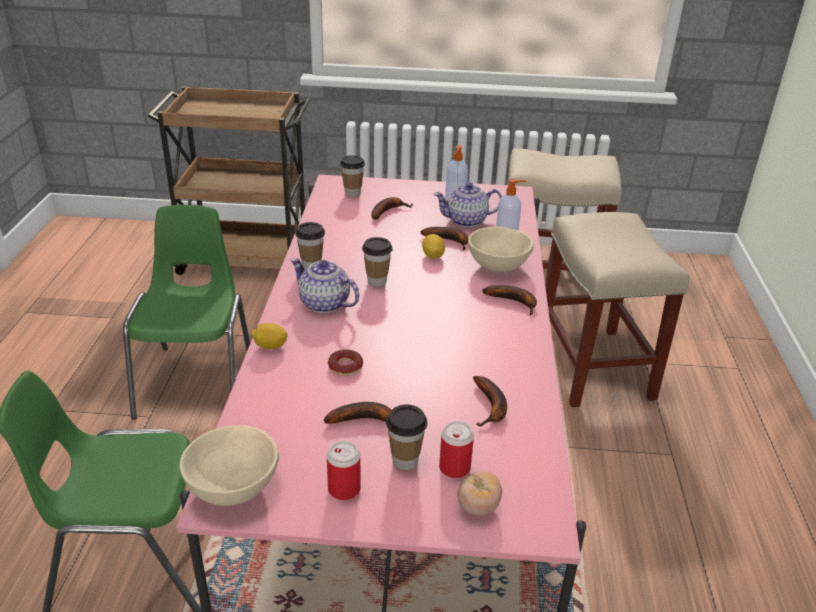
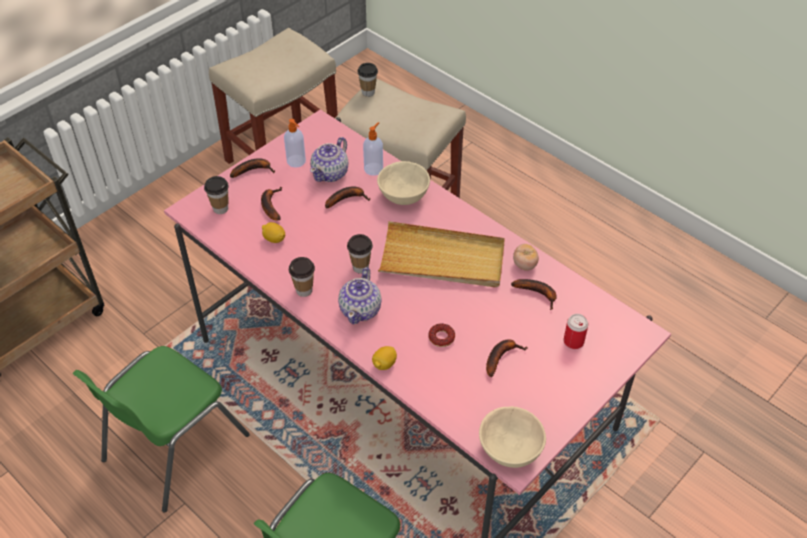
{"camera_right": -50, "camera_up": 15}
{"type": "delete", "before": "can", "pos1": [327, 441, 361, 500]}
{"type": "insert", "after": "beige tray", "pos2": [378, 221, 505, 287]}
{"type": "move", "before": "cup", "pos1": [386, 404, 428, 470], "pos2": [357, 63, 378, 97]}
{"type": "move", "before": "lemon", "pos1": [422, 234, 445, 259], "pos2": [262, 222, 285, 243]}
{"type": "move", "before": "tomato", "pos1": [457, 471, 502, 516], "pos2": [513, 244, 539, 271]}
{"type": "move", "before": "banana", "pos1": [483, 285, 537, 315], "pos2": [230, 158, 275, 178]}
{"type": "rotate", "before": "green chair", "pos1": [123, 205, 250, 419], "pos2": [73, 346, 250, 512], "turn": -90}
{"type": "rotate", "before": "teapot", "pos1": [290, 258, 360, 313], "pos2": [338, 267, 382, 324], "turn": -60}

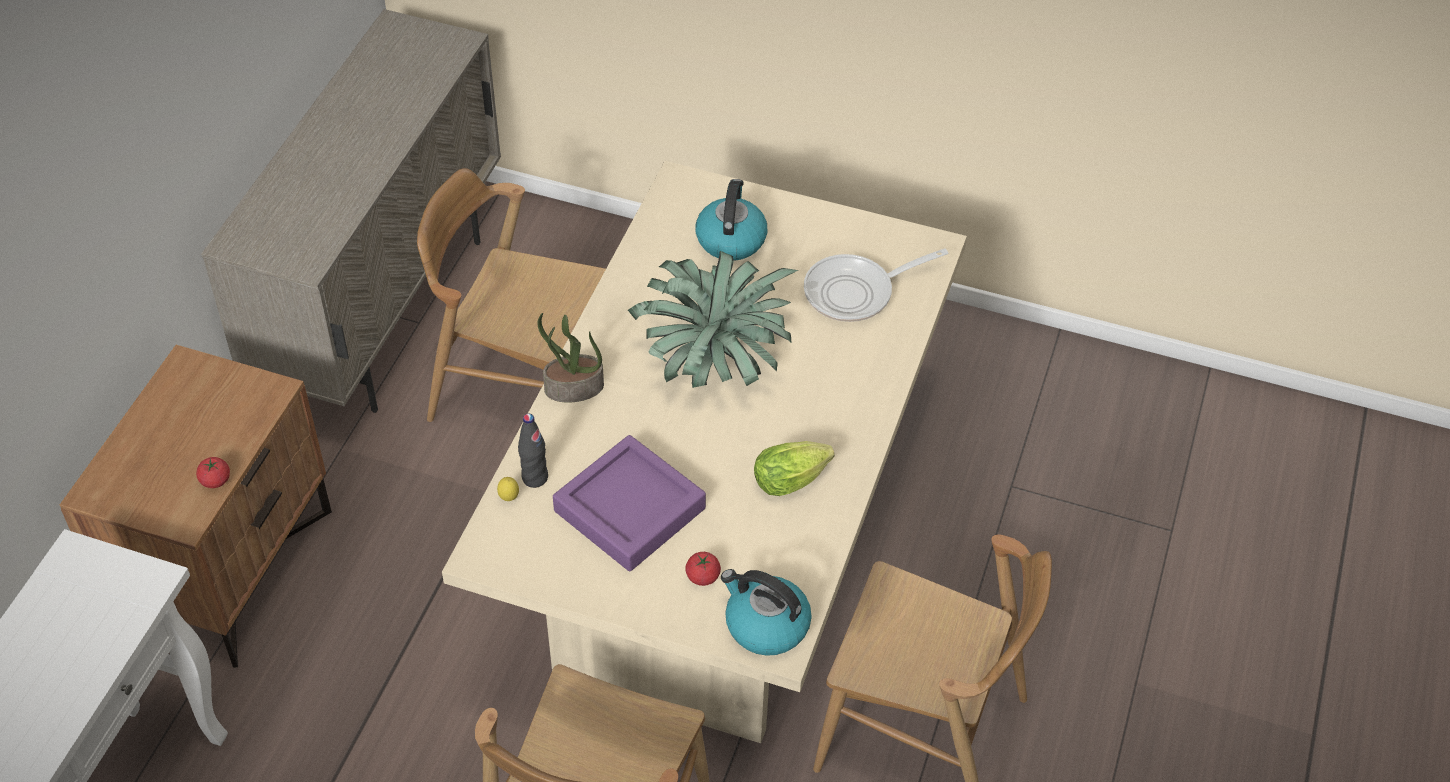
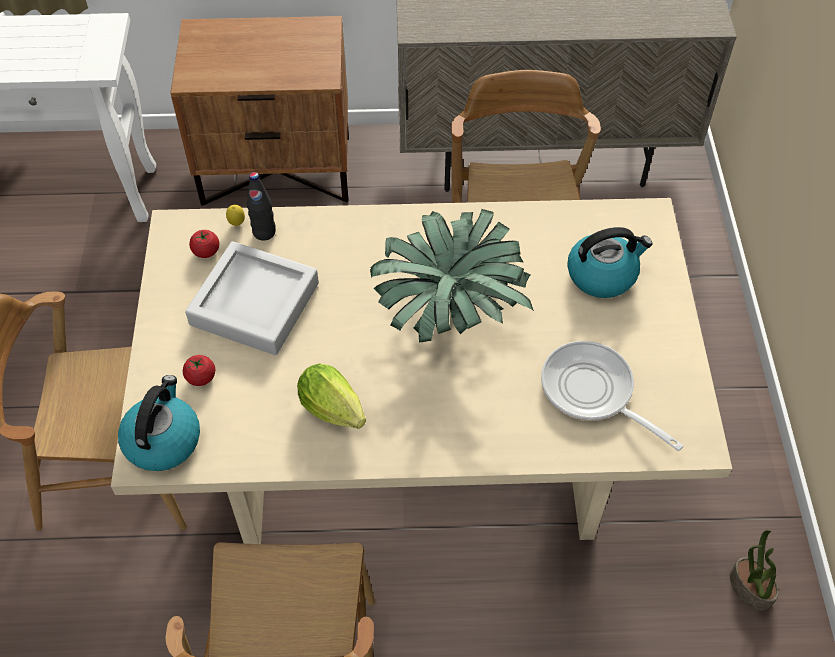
{"camera_right": 70, "camera_up": 5}
{"type": "move", "before": "tomato", "pos1": [196, 457, 230, 488], "pos2": [189, 230, 219, 258]}
{"type": "move", "before": "potted plant", "pos1": [537, 313, 604, 403], "pos2": [730, 530, 779, 611]}
{"type": "recolor", "before": "purple tray", "after": "grey tray", "pos1": [553, 435, 706, 572], "pos2": [185, 241, 319, 355]}

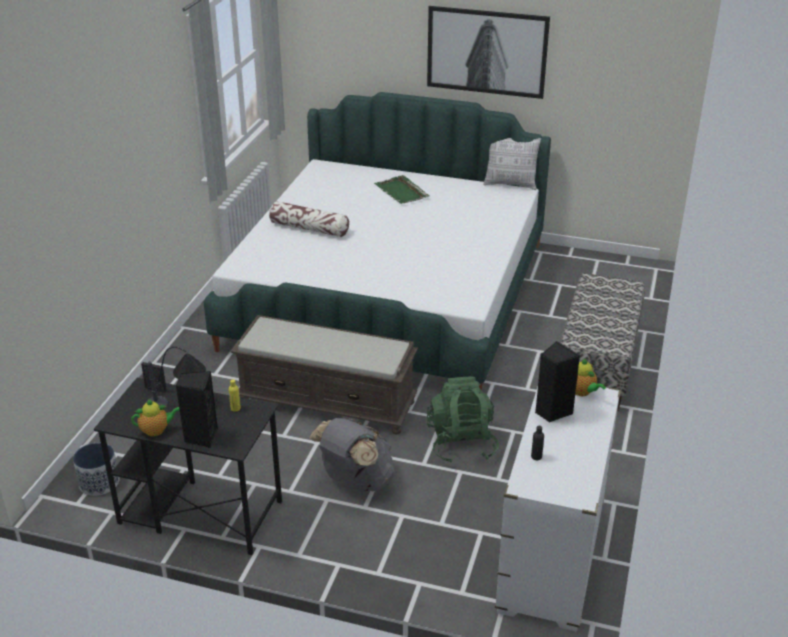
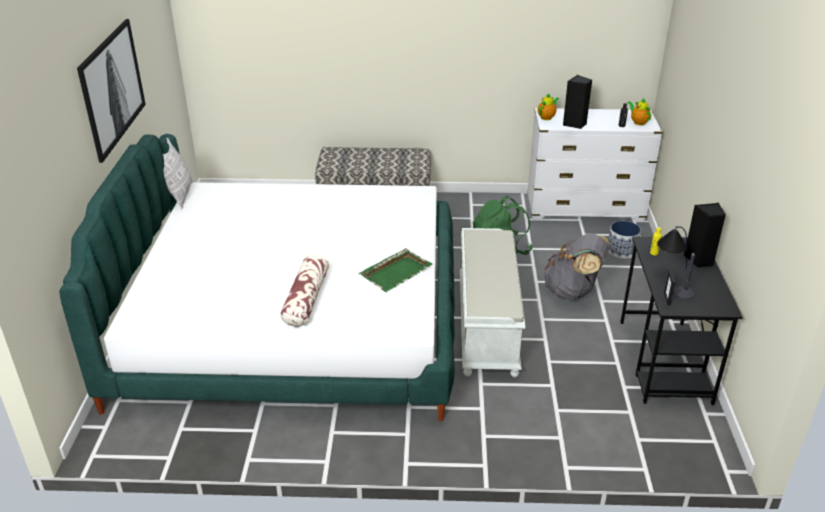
{"camera_right": -105, "camera_up": 0}
{"type": "move", "before": "planter", "pos1": [73, 443, 120, 496], "pos2": [608, 221, 641, 259]}
{"type": "move", "before": "teapot", "pos1": [131, 399, 180, 437], "pos2": [628, 98, 651, 126]}
{"type": "move", "before": "green tray", "pos1": [374, 175, 430, 204], "pos2": [359, 248, 432, 292]}
{"type": "recolor", "before": "brown bench", "after": "white bench", "pos1": [231, 315, 418, 435], "pos2": [460, 228, 526, 377]}

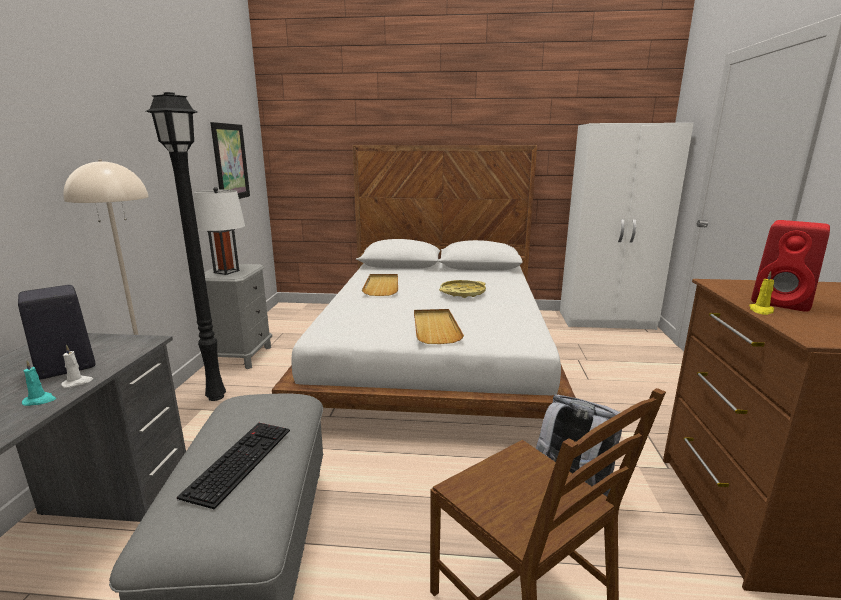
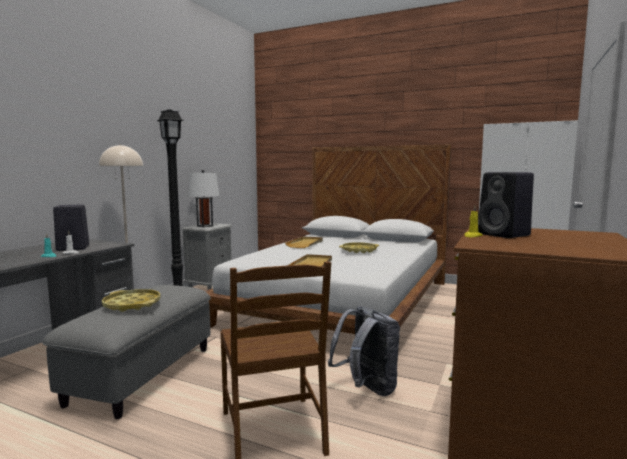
{"camera_right": 20, "camera_up": -10}
{"type": "delete", "before": "picture", "pos1": [210, 122, 250, 199]}
{"type": "replace", "before": "keyboard", "after": "yellow tray", "pos1": [177, 423, 290, 510], "pos2": [102, 289, 161, 312]}
{"type": "recolor", "before": "red speaker", "after": "black speaker", "pos1": [751, 220, 830, 312], "pos2": [478, 172, 534, 238]}

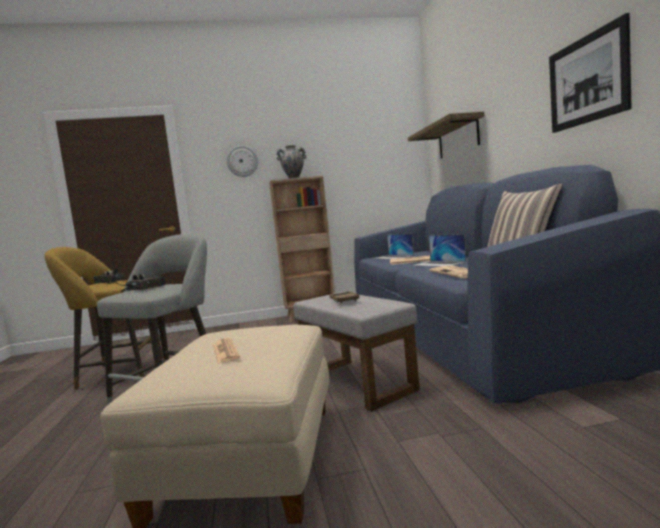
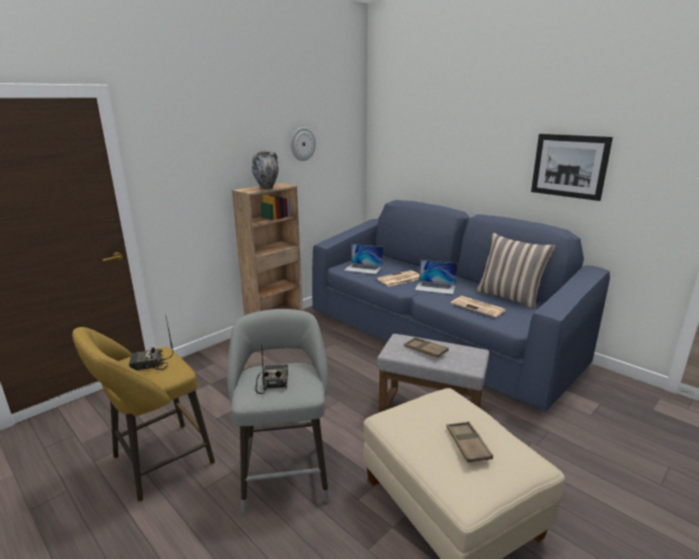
{"camera_right": -35, "camera_up": 15}
{"type": "delete", "before": "shelf", "pos1": [408, 112, 484, 158]}
{"type": "move", "before": "wall clock", "pos1": [227, 145, 258, 177], "pos2": [291, 127, 316, 161]}
{"type": "replace", "before": "newspaper", "after": "brown tray", "pos1": [213, 338, 240, 363], "pos2": [446, 421, 493, 463]}

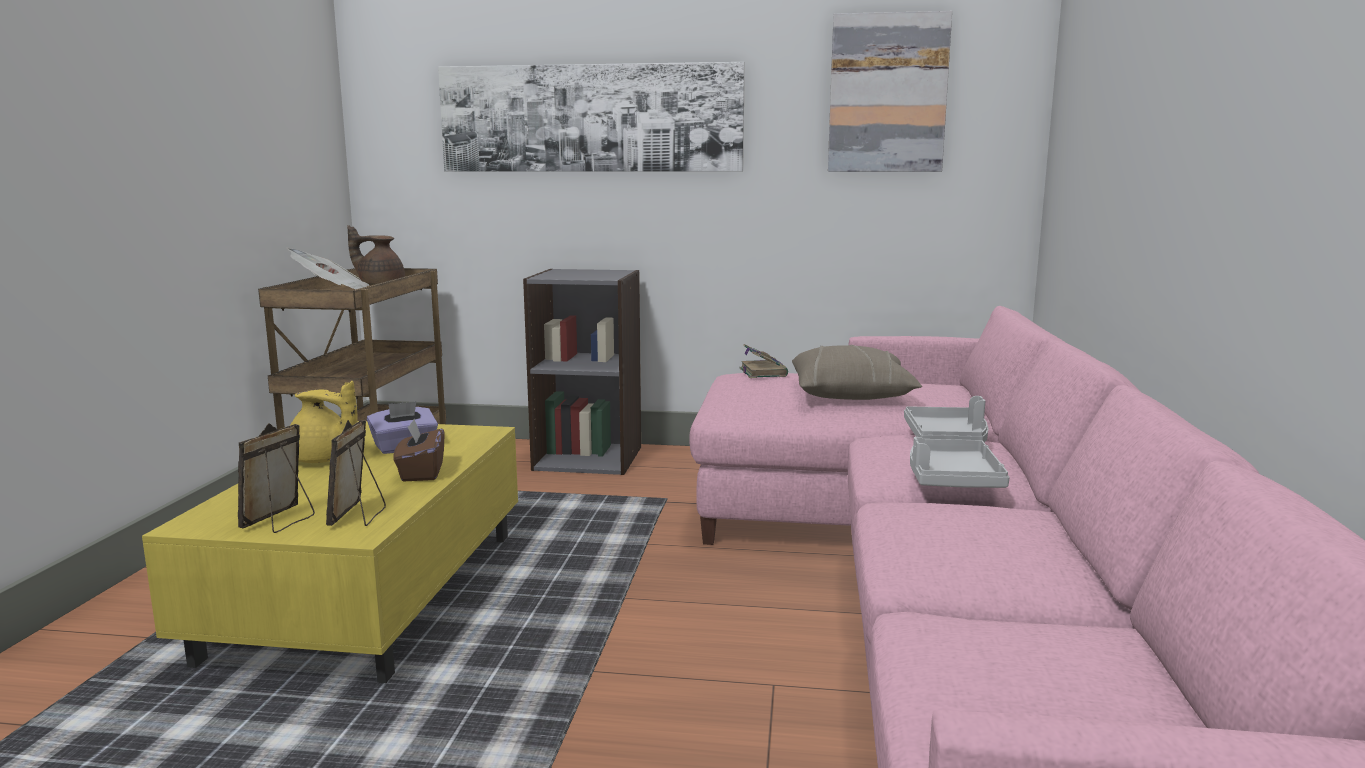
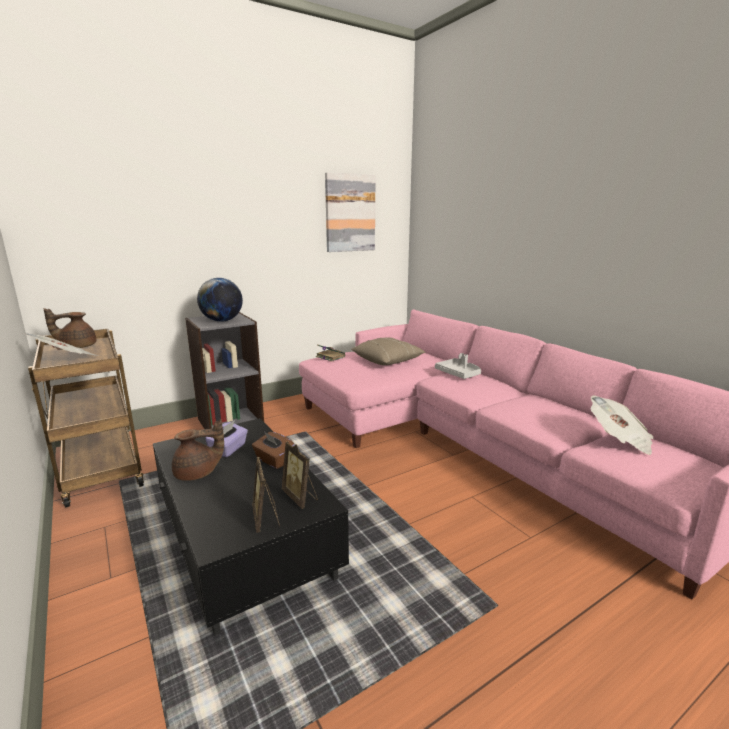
{"camera_right": -40, "camera_up": 5}
{"type": "delete", "before": "picture", "pos1": [438, 62, 745, 172]}
{"type": "delete", "before": "grey tray", "pos1": [910, 437, 1010, 488]}
{"type": "insert", "after": "globe", "pos2": [197, 278, 243, 322]}
{"type": "insert", "after": "newspaper", "pos2": [590, 395, 654, 455]}
{"type": "recolor", "before": "yellow coffee table", "after": "black coffee table", "pos1": [142, 421, 518, 683], "pos2": [153, 418, 349, 636]}
{"type": "recolor", "before": "yellow teapot", "after": "brown teapot", "pos1": [291, 381, 358, 463], "pos2": [172, 419, 224, 481]}

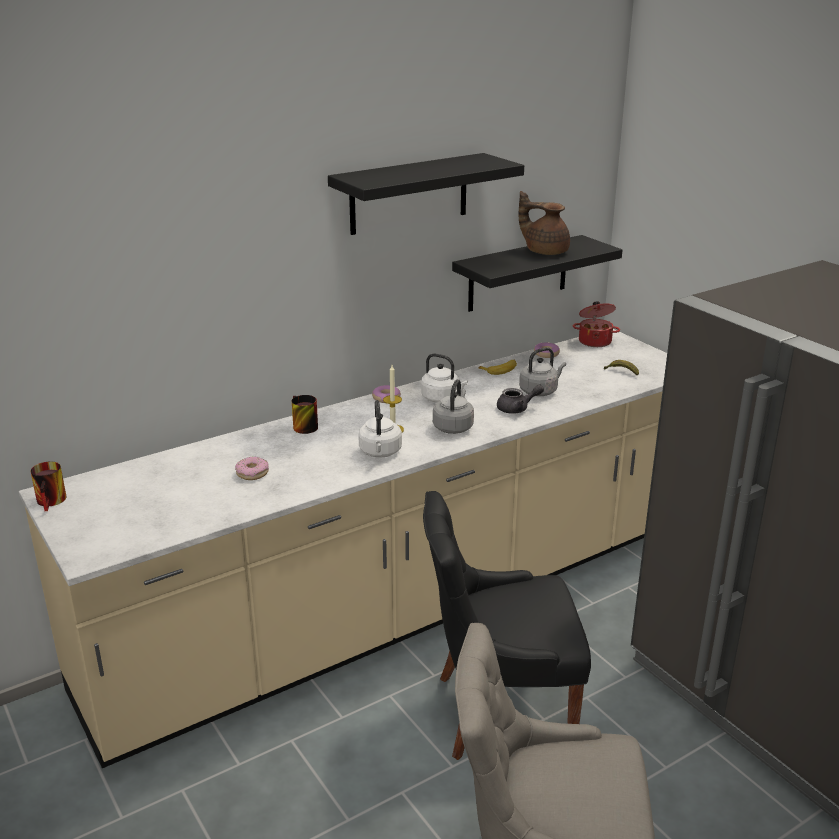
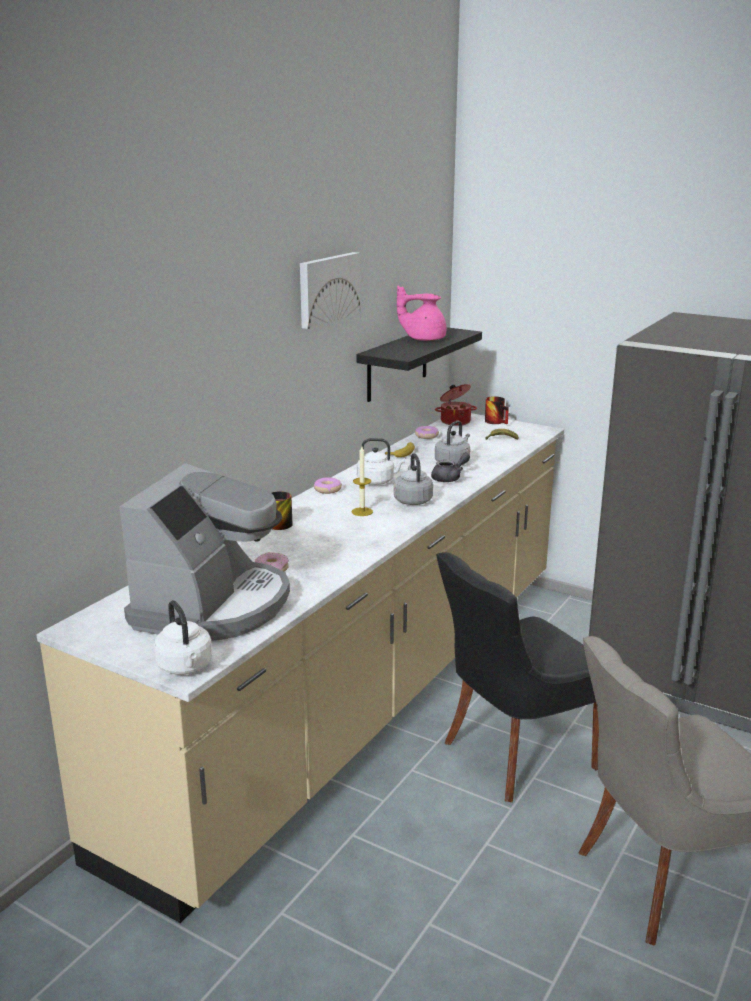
{"camera_right": -25, "camera_up": -5}
{"type": "insert", "after": "coffee machine", "pos2": [119, 463, 290, 641]}
{"type": "move", "before": "mug", "pos1": [31, 462, 66, 511], "pos2": [485, 396, 509, 424]}
{"type": "move", "before": "white kettle", "pos1": [358, 400, 402, 458], "pos2": [154, 600, 212, 675]}
{"type": "replace", "before": "black shelf", "after": "picture", "pos1": [328, 153, 524, 235], "pos2": [300, 252, 360, 329]}
{"type": "recolor", "before": "brown teapot", "after": "pink teapot", "pos1": [519, 191, 570, 255], "pos2": [397, 285, 446, 341]}

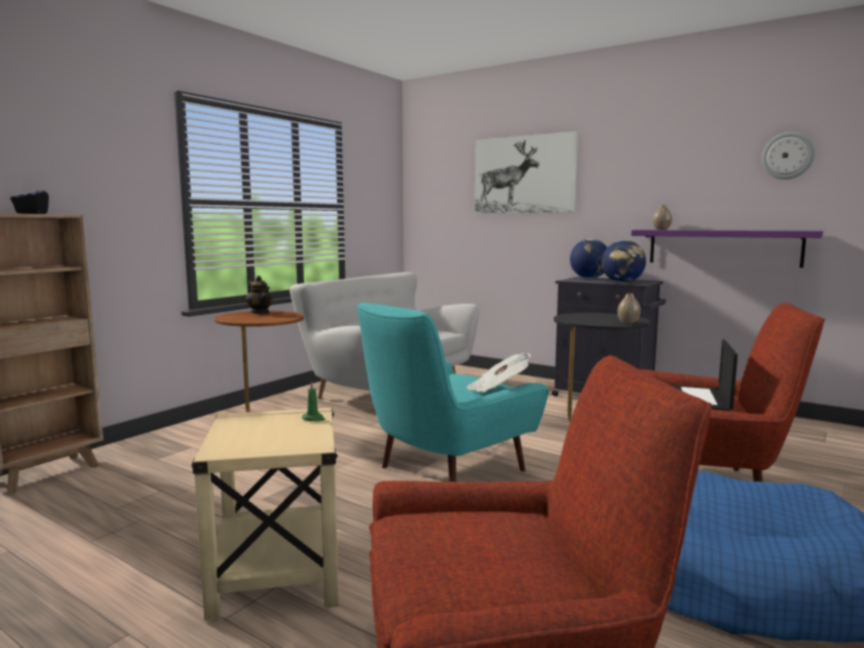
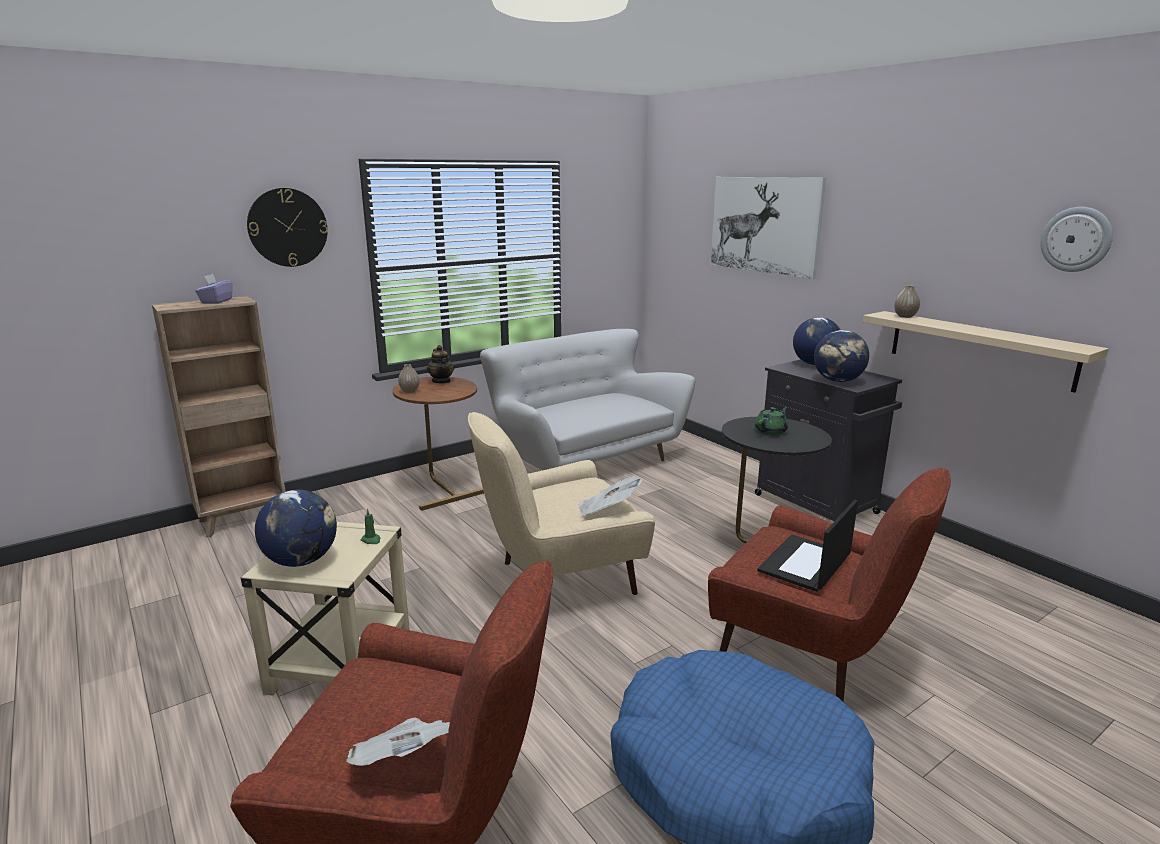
{"camera_right": 20, "camera_up": 10}
{"type": "insert", "after": "wall clock", "pos2": [247, 188, 328, 267]}
{"type": "insert", "after": "globe", "pos2": [255, 490, 337, 567]}
{"type": "insert", "after": "newspaper", "pos2": [346, 717, 450, 766]}
{"type": "insert", "after": "green teapot", "pos2": [755, 407, 788, 435]}
{"type": "move", "before": "vase", "pos1": [618, 293, 641, 324], "pos2": [398, 364, 420, 393]}
{"type": "recolor", "before": "black tissue box", "after": "purple tissue box", "pos1": [10, 183, 49, 214], "pos2": [195, 274, 232, 304]}
{"type": "recolor", "before": "turquoise armchair", "after": "beige armchair", "pos1": [357, 303, 549, 482], "pos2": [468, 412, 655, 595]}
{"type": "recolor", "before": "purple shelf", "after": "beige shelf", "pos1": [631, 230, 823, 268], "pos2": [863, 311, 1109, 393]}

